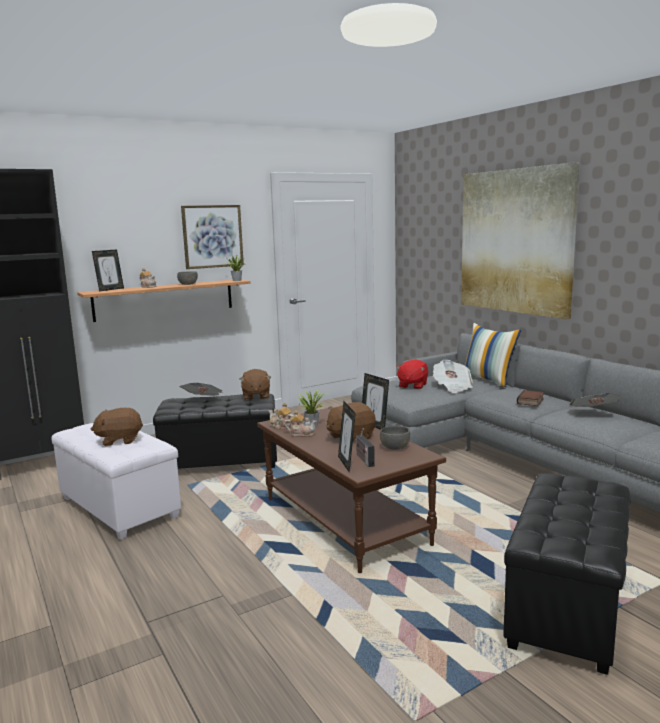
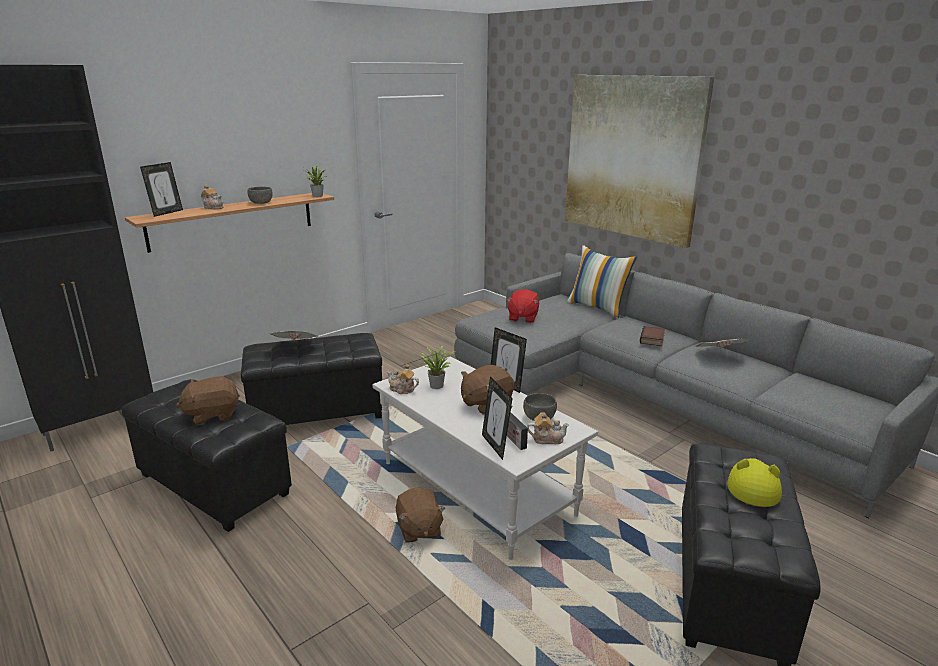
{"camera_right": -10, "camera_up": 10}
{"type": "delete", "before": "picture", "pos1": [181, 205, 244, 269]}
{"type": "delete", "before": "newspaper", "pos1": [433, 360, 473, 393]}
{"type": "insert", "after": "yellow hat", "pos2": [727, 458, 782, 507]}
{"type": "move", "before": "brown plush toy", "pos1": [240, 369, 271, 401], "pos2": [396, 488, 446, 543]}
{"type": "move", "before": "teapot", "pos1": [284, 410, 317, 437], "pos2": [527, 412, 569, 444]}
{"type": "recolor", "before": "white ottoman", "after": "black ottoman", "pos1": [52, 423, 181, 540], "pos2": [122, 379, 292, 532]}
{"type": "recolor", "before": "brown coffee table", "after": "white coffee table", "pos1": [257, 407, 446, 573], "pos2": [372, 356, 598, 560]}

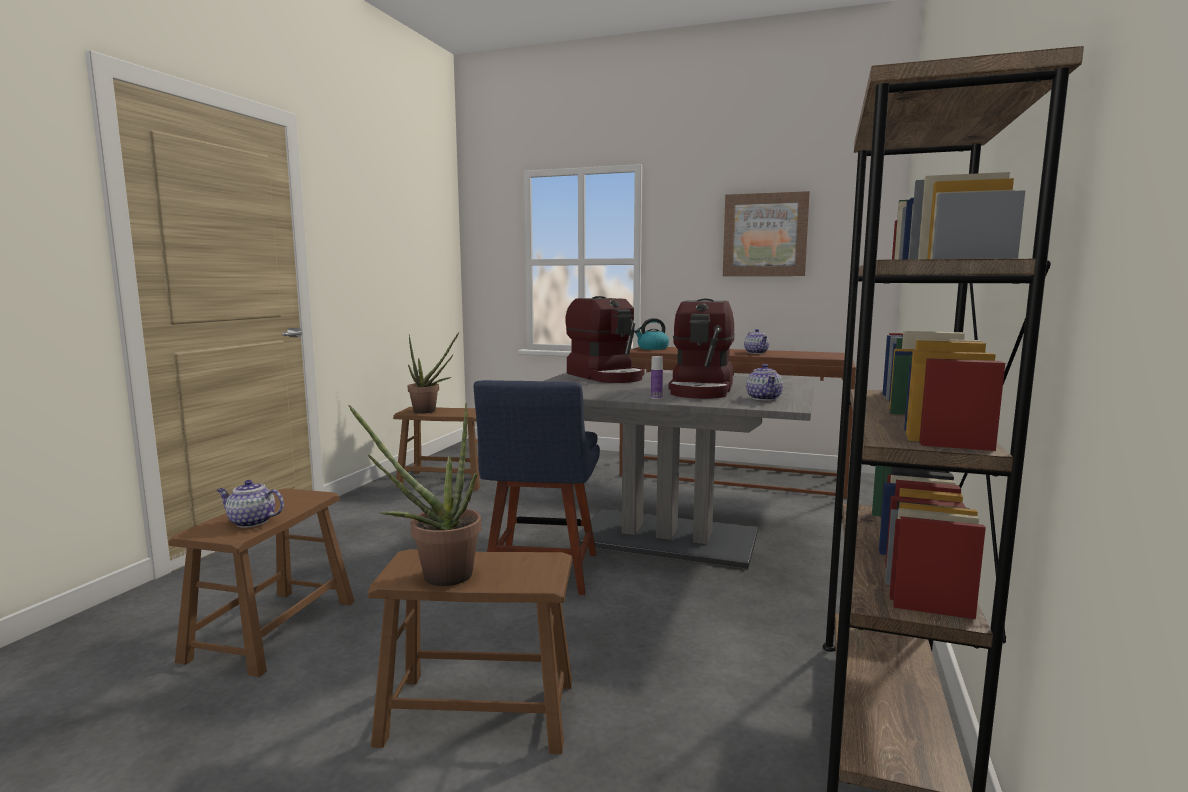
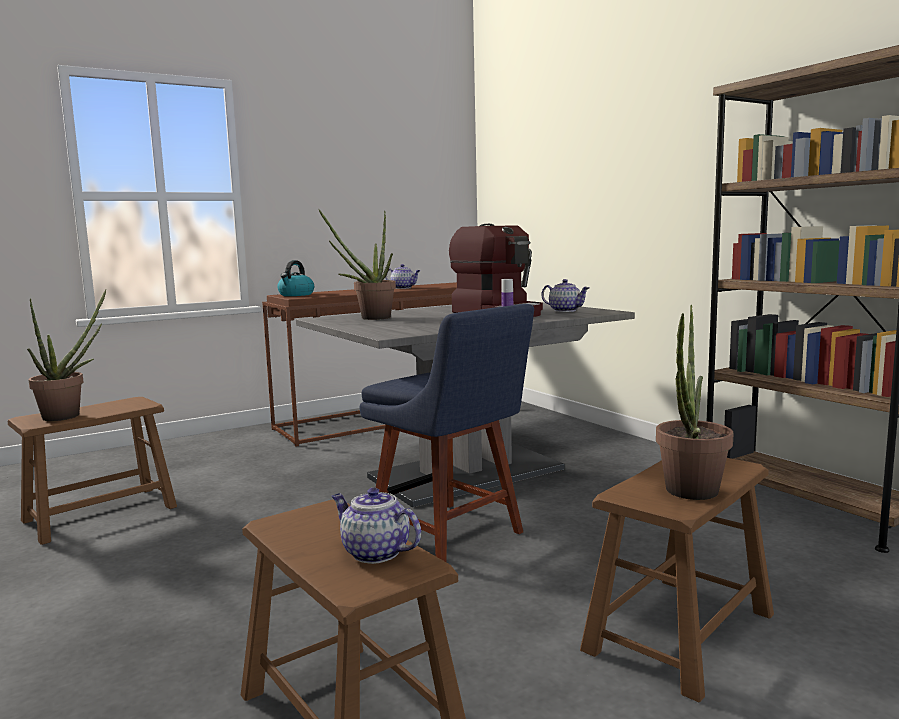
{"camera_right": -50, "camera_up": 0}
{"type": "delete", "before": "picture", "pos1": [723, 191, 810, 276]}
{"type": "replace", "before": "coffee machine", "after": "potted plant", "pos1": [565, 296, 644, 383], "pos2": [319, 209, 396, 320]}
{"type": "rotate", "before": "teapot", "pos1": [217, 480, 284, 528], "pos2": [332, 487, 421, 564], "turn": 75}

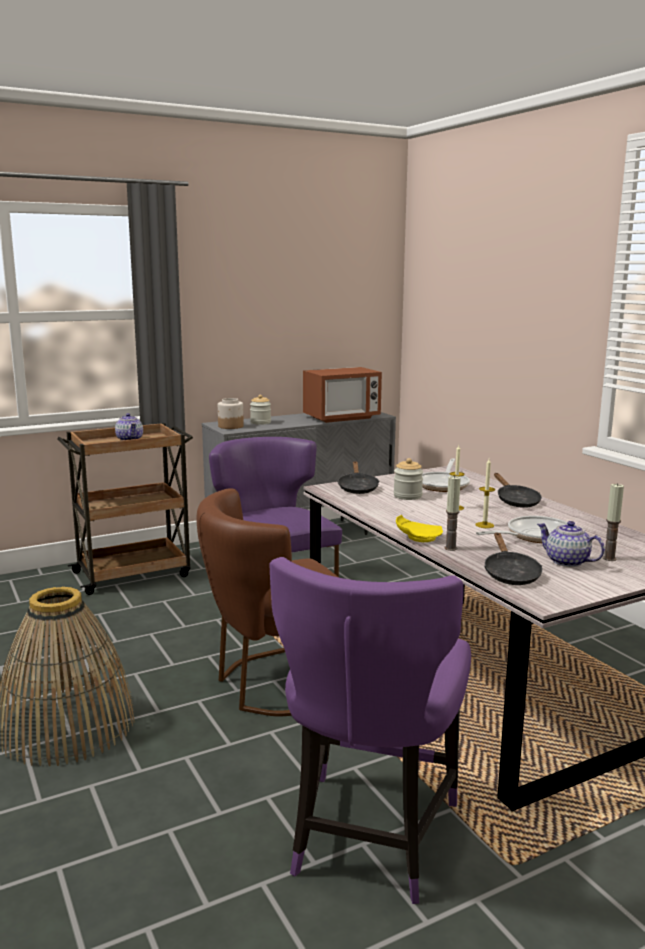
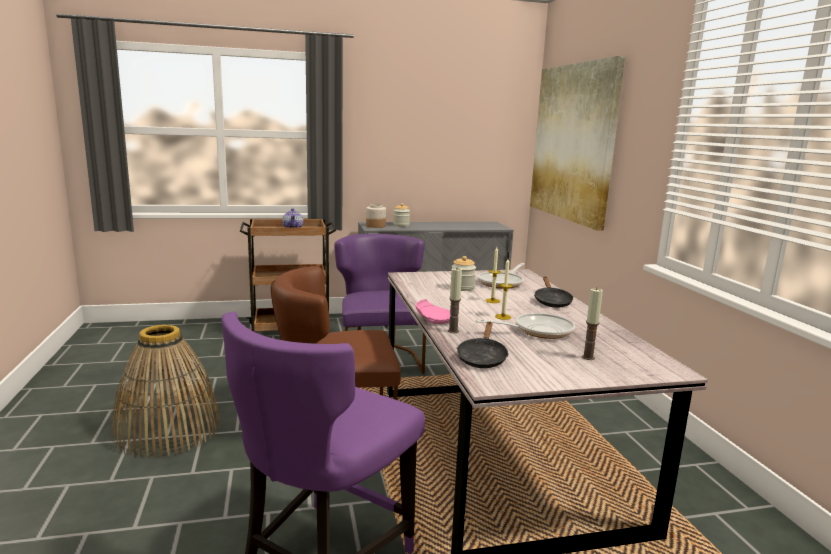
{"camera_right": 15, "camera_up": 0}
{"type": "delete", "before": "microwave", "pos1": [303, 367, 382, 423]}
{"type": "delete", "before": "black frying pan", "pos1": [337, 461, 380, 494]}
{"type": "delete", "before": "teapot", "pos1": [537, 521, 605, 567]}
{"type": "insert", "after": "picture", "pos2": [530, 56, 625, 231]}
{"type": "recolor", "before": "yellow plate", "after": "pink plate", "pos1": [396, 515, 443, 542], "pos2": [416, 299, 450, 324]}

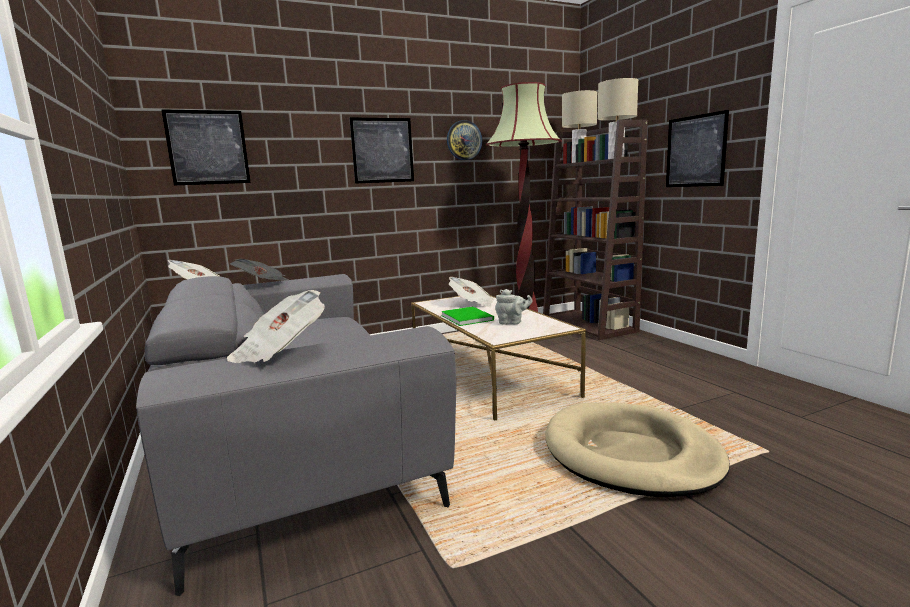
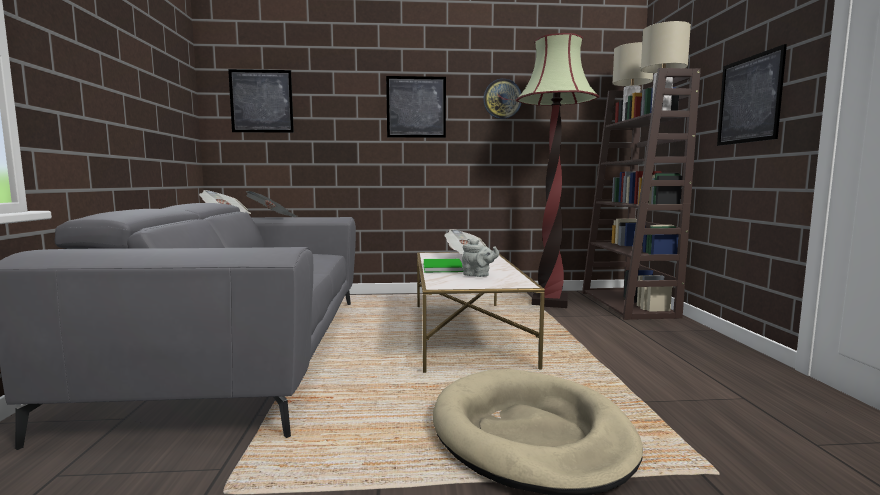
{"camera_right": 20, "camera_up": -5}
{"type": "delete", "before": "newspaper", "pos1": [227, 290, 325, 363]}

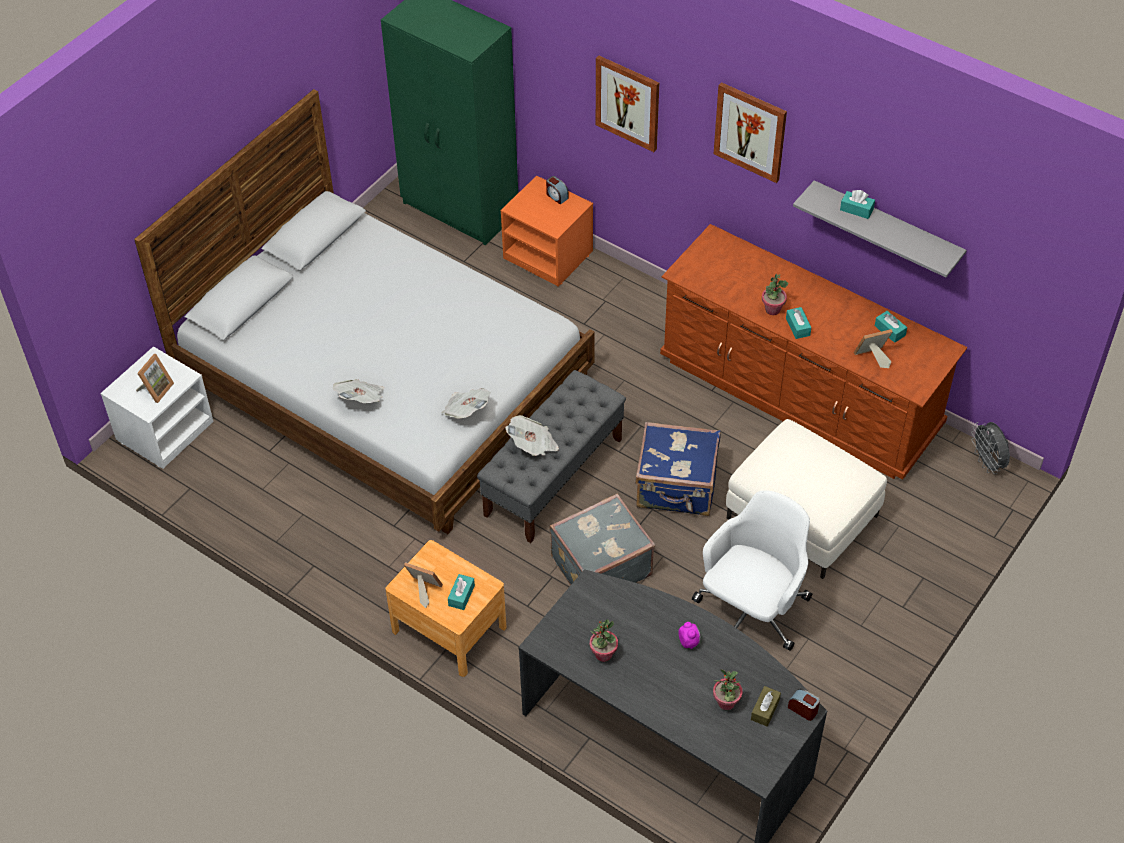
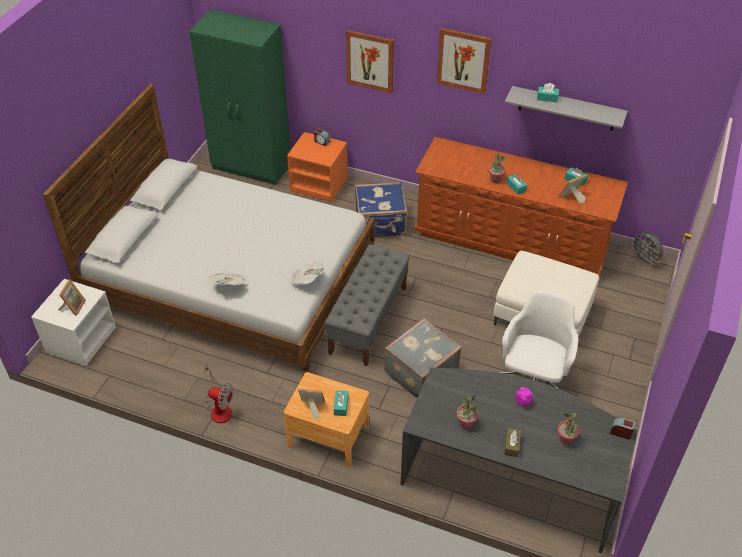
{"camera_right": -15, "camera_up": -5}
{"type": "delete", "before": "newspaper", "pos1": [505, 415, 559, 456]}
{"type": "insert", "after": "fan", "pos2": [204, 364, 233, 423]}
{"type": "move", "before": "blue suitcase", "pos1": [635, 422, 721, 516], "pos2": [355, 182, 408, 237]}
{"type": "move", "before": "brown tissue box", "pos1": [751, 686, 781, 726], "pos2": [504, 428, 521, 457]}

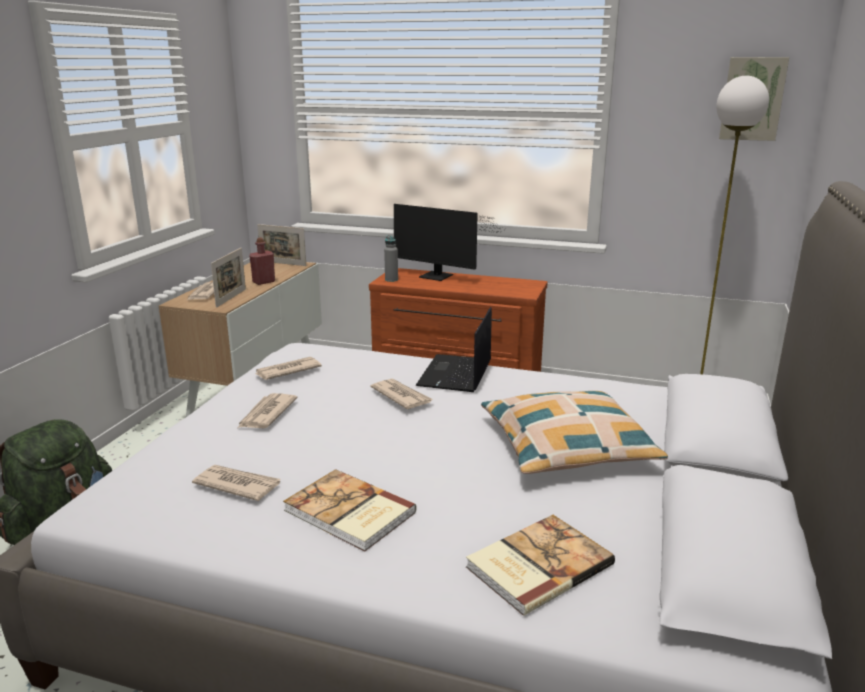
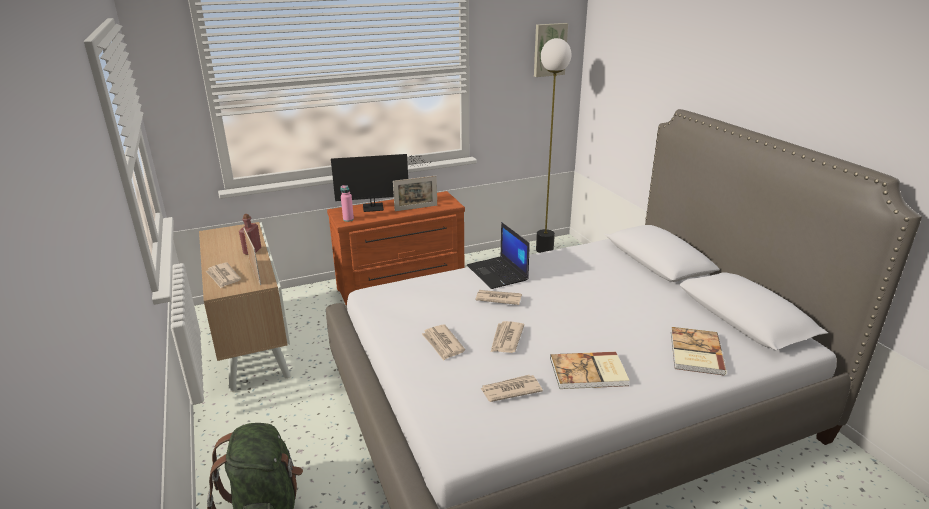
{"camera_right": -40, "camera_up": 5}
{"type": "delete", "before": "pillow", "pos1": [481, 391, 668, 474]}
{"type": "move", "before": "newspaper", "pos1": [255, 357, 322, 380], "pos2": [491, 321, 524, 353]}
{"type": "move", "before": "picture frame", "pos1": [257, 224, 306, 266], "pos2": [393, 176, 437, 211]}
{"type": "recolor", "before": "grey bottle", "after": "pink bottle", "pos1": [384, 235, 398, 282], "pos2": [341, 185, 354, 222]}

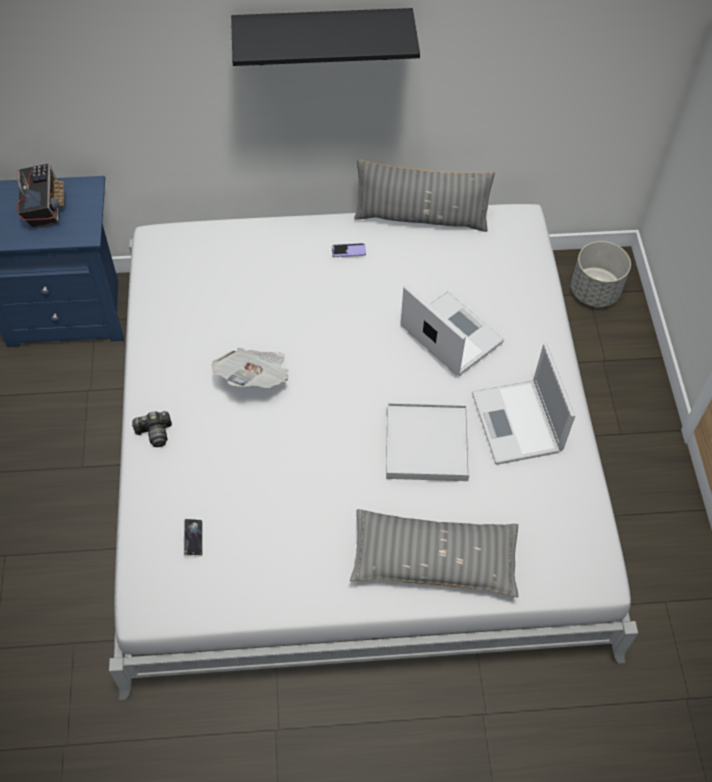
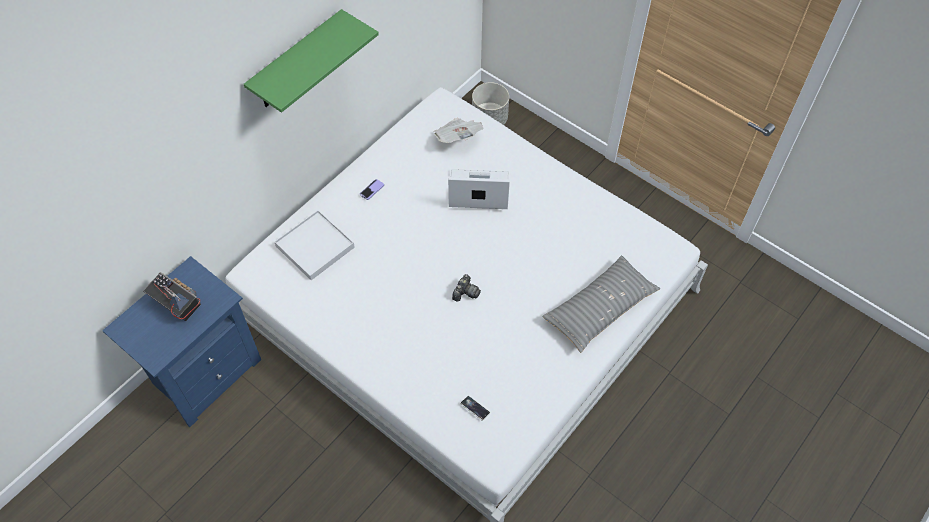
{"camera_right": -45, "camera_up": 0}
{"type": "delete", "before": "grey pillow", "pos1": [354, 159, 495, 232]}
{"type": "delete", "before": "laptop", "pos1": [472, 343, 575, 465]}
{"type": "move", "before": "photo camera", "pos1": [132, 411, 172, 447], "pos2": [452, 274, 481, 302]}
{"type": "move", "before": "newspaper", "pos1": [211, 348, 288, 388], "pos2": [433, 118, 484, 143]}
{"type": "move", "before": "white tray", "pos1": [386, 403, 469, 481], "pos2": [274, 210, 355, 280]}
{"type": "recolor", "before": "black shelf", "after": "green shelf", "pos1": [231, 8, 420, 66], "pos2": [244, 9, 379, 113]}

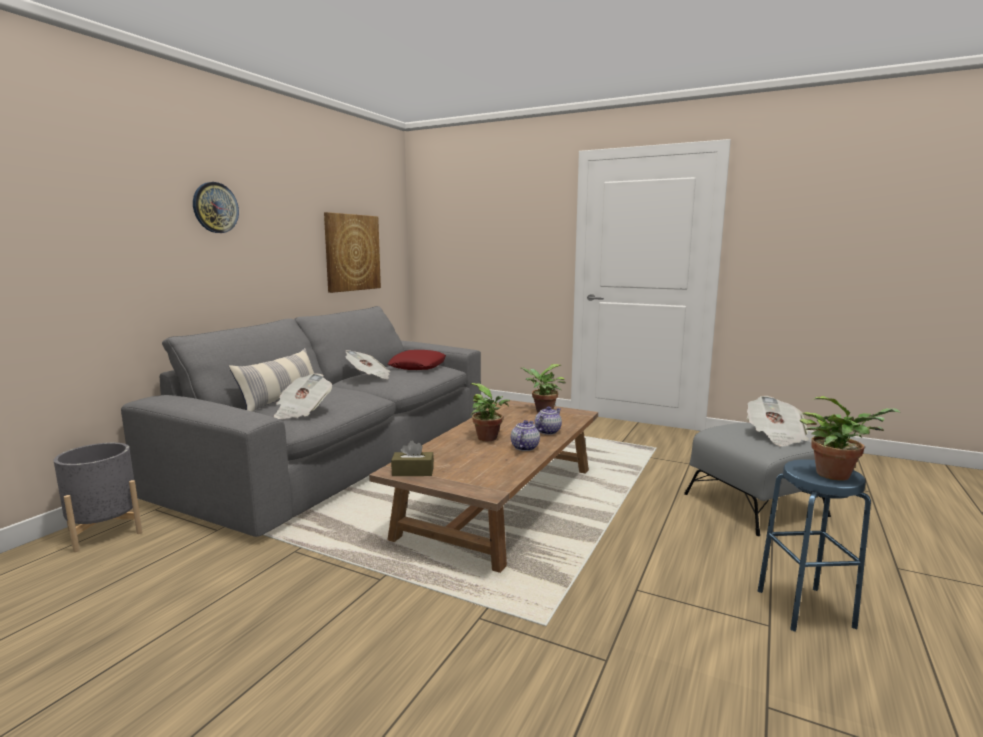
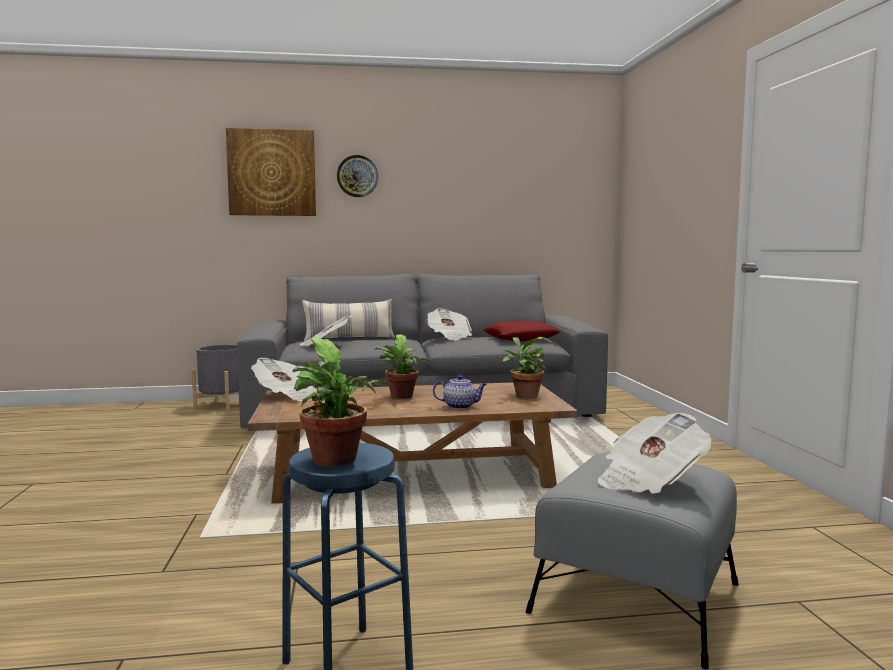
{"camera_right": 55, "camera_up": -5}
{"type": "delete", "before": "teapot", "pos1": [511, 420, 540, 451]}
{"type": "move", "before": "picture", "pos1": [324, 212, 381, 293], "pos2": [226, 128, 316, 216]}
{"type": "replace", "before": "brown tissue box", "after": "newspaper", "pos1": [391, 441, 434, 476], "pos2": [251, 358, 317, 401]}

